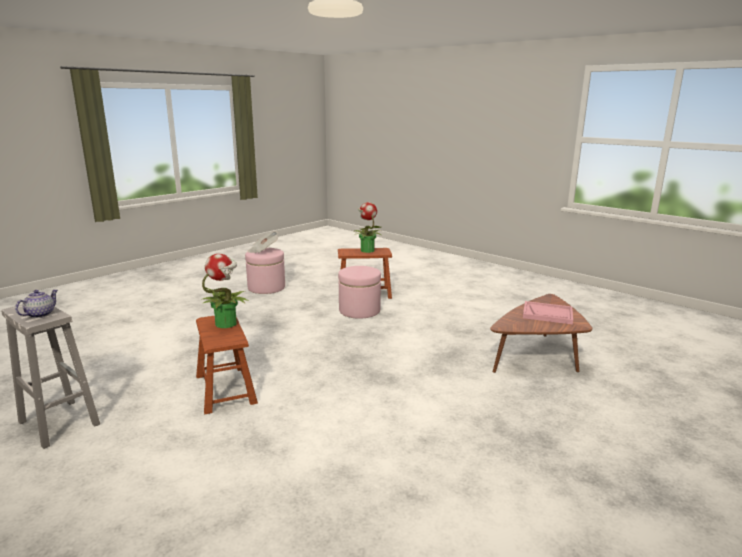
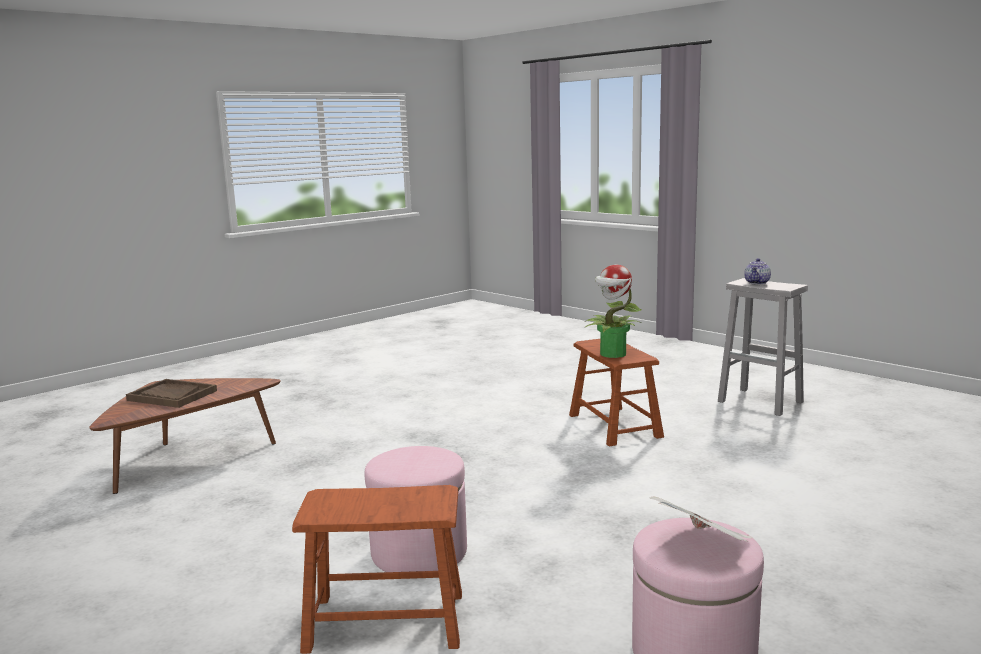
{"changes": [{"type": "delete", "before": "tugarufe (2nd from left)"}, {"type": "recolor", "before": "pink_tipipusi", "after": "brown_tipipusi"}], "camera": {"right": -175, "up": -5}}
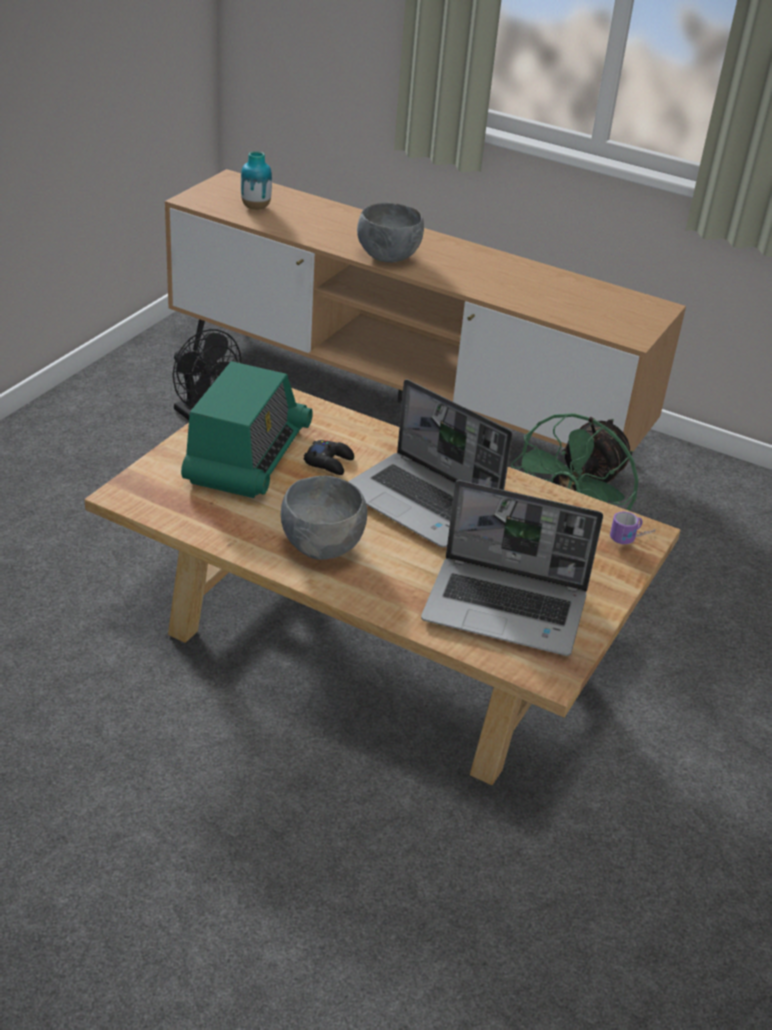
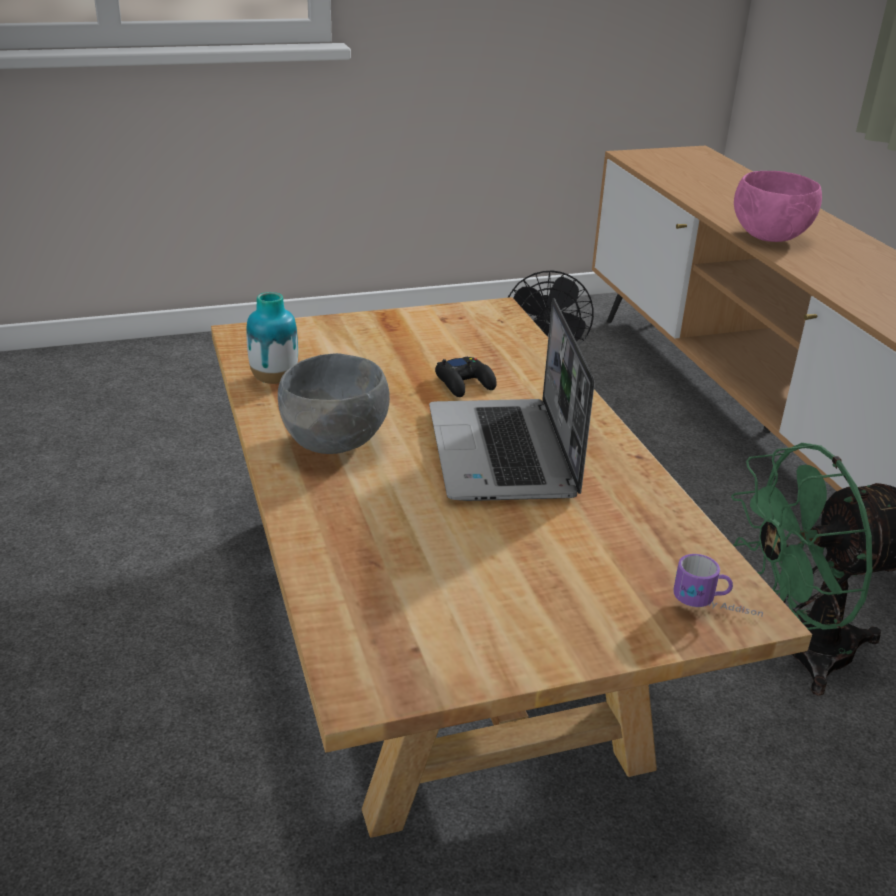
{"changes": [{"type": "delete", "before": "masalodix"}, {"type": "delete", "before": "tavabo (2nd from left)"}, {"type": "move", "before": "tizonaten"}, {"type": "recolor", "before": "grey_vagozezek (2nd from left)", "after": "pink_vagozezek"}], "camera": {"right": 45, "up": -5}}
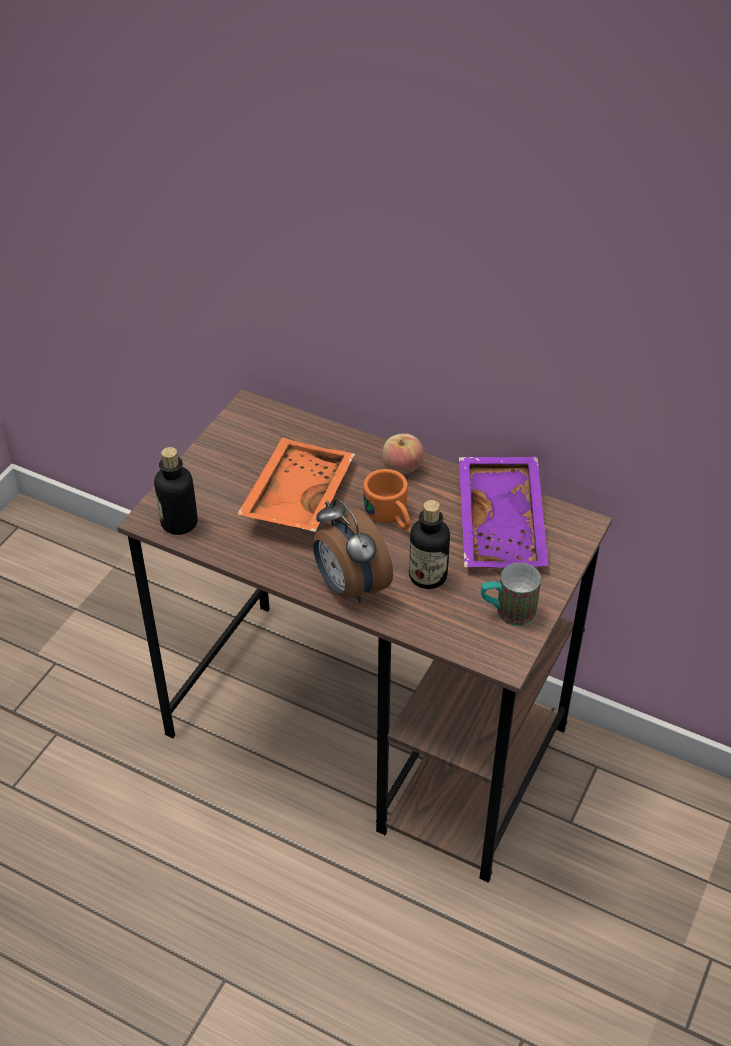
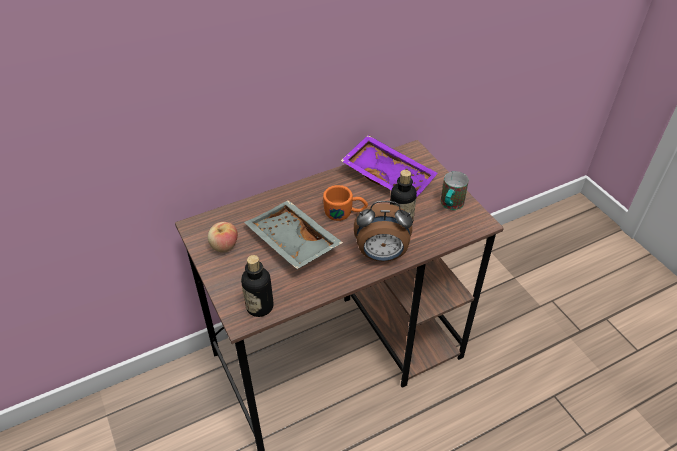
{"changes": [{"type": "move", "before": "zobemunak"}, {"type": "recolor", "before": "orange_tipipusi", "after": "grey_tipipusi"}], "camera": {"right": -55, "up": 0}}
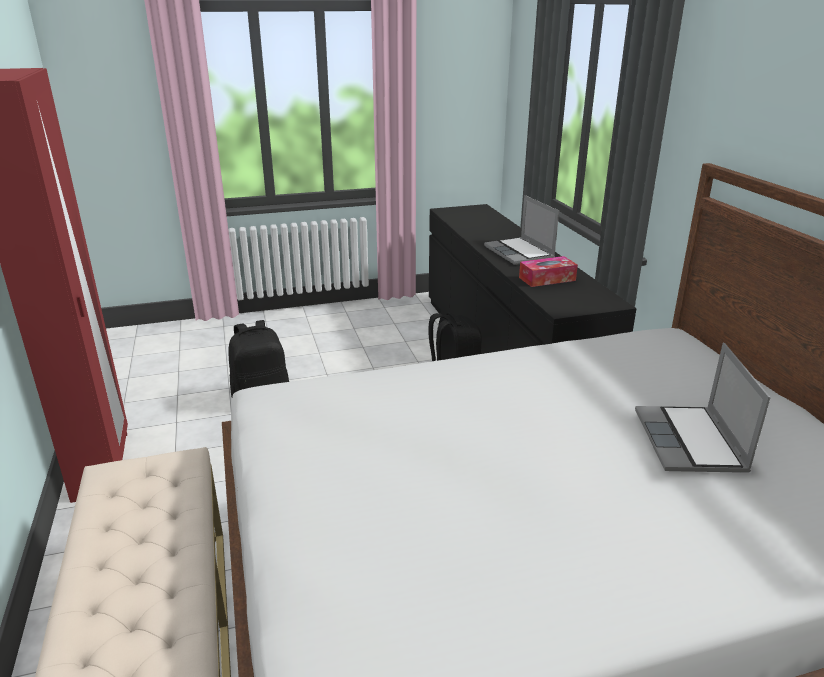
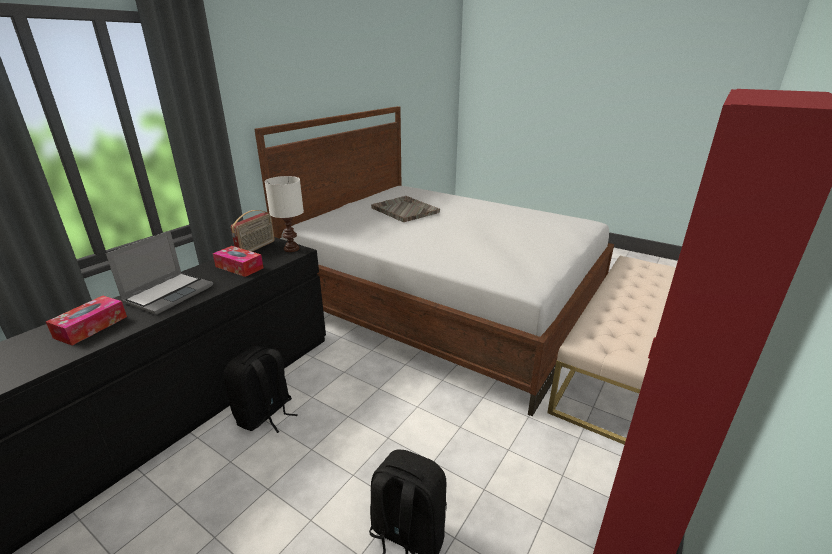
{"changes": [{"type": "insert", "after": "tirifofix (1st from left)"}, {"type": "insert", "after": "masalodix"}, {"type": "insert", "after": "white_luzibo"}, {"type": "replace", "before": "tavabo (2nd from left)", "after": "grey_tipipusi"}], "camera": {"right": -130, "up": 0}}
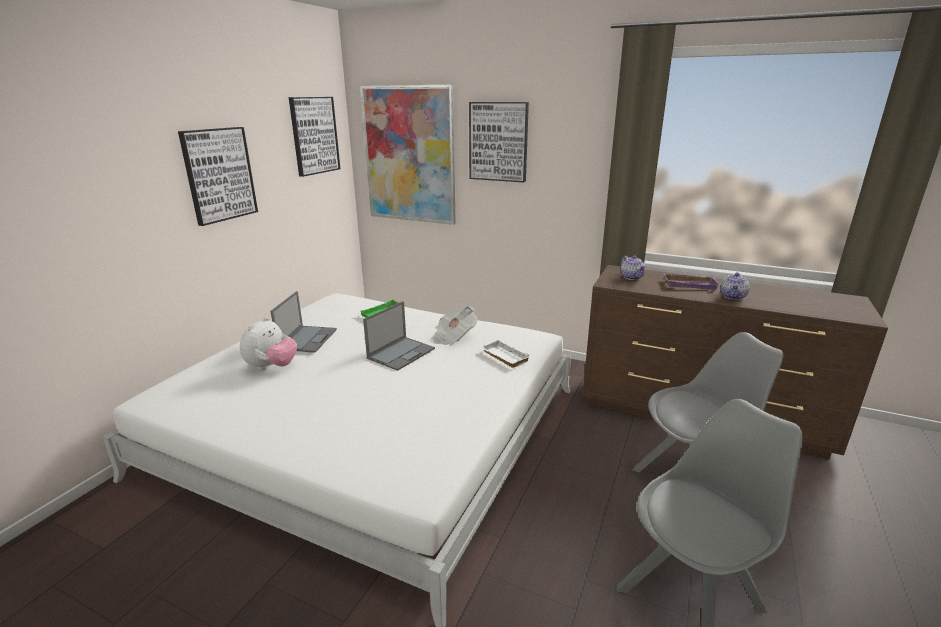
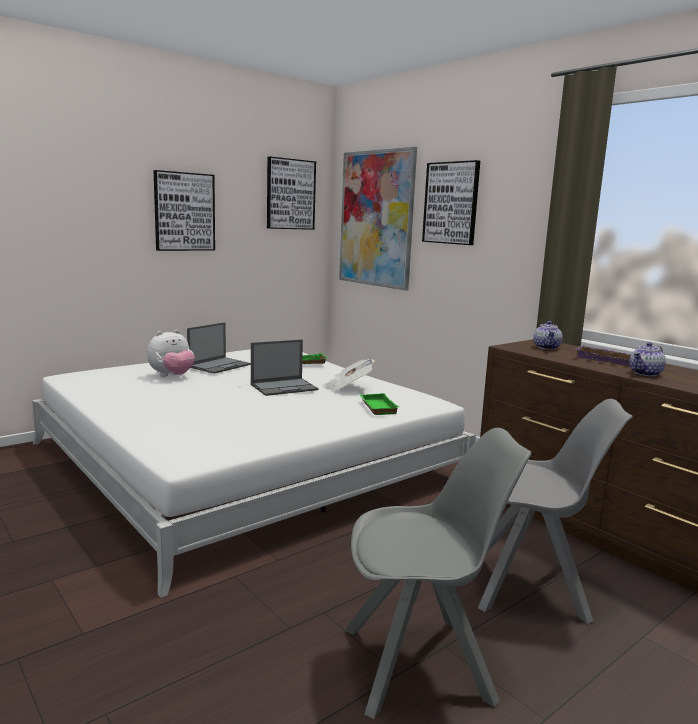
{"changes": [{"type": "recolor", "before": "white_tipipusi", "after": "green_tipipusi (2nd from left)"}], "camera": {"right": 25, "up": -10}}
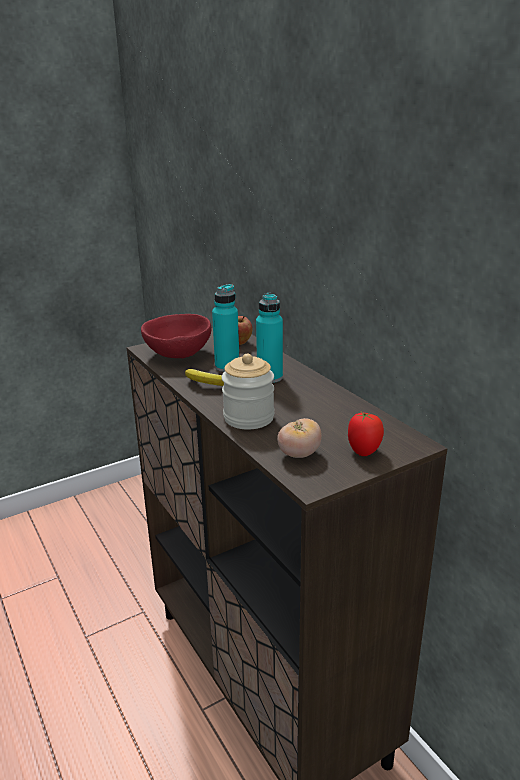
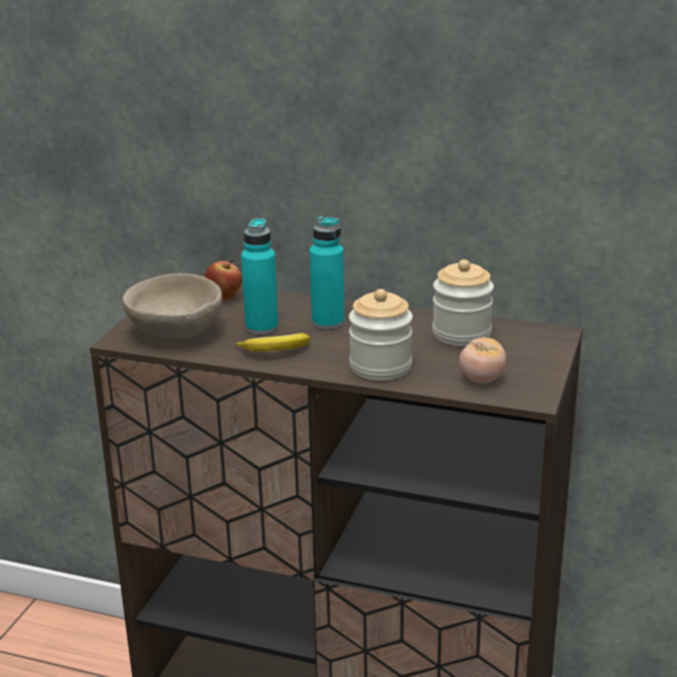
{"changes": [{"type": "delete", "before": "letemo (2nd from left)"}, {"type": "insert", "after": "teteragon (2nd from left)"}, {"type": "recolor", "before": "red_vagozezek", "after": "beige_vagozezek"}], "camera": {"right": -40, "up": 0}}
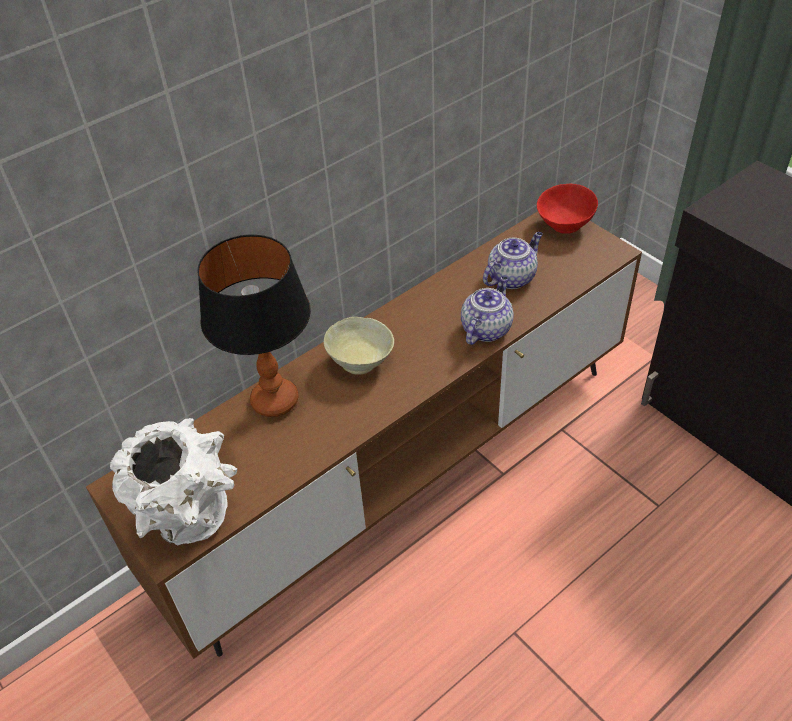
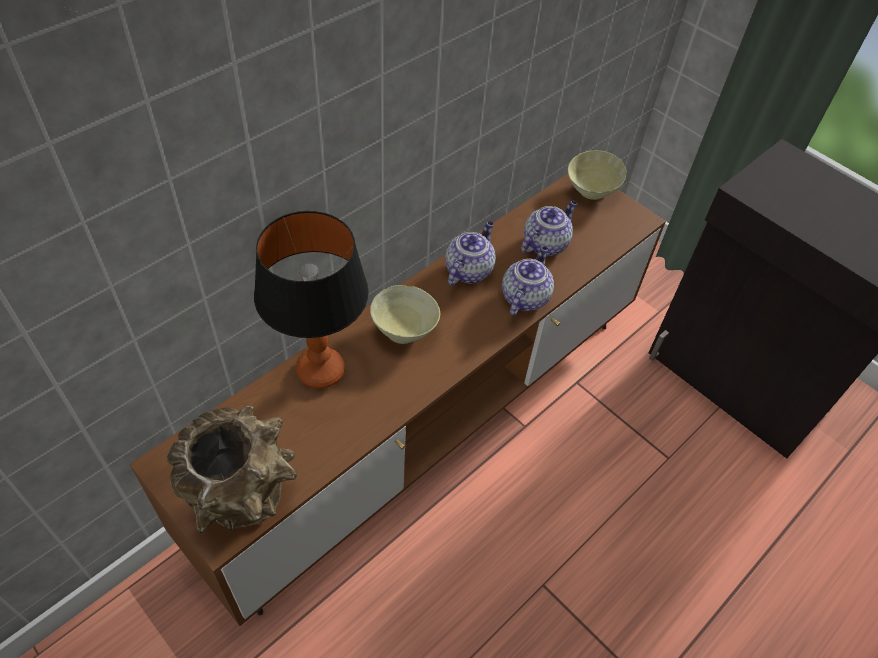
{"changes": [{"type": "insert", "after": "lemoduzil (1st from left)"}, {"type": "recolor", "before": "white_tizonaten", "after": "brown_tizonaten"}, {"type": "recolor", "before": "red_vagozezek", "after": "beige_vagozezek (2nd from left)"}], "camera": {"right": -10, "up": 5}}
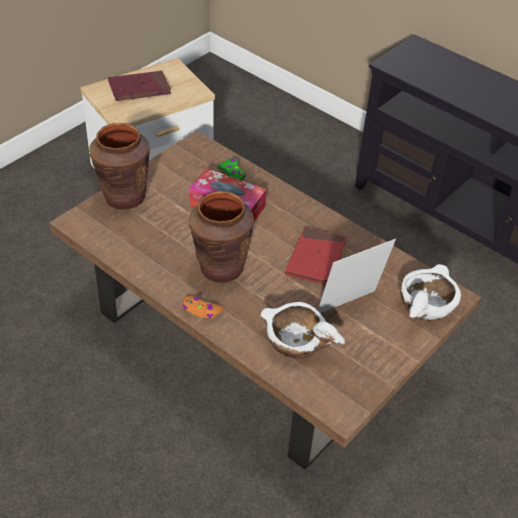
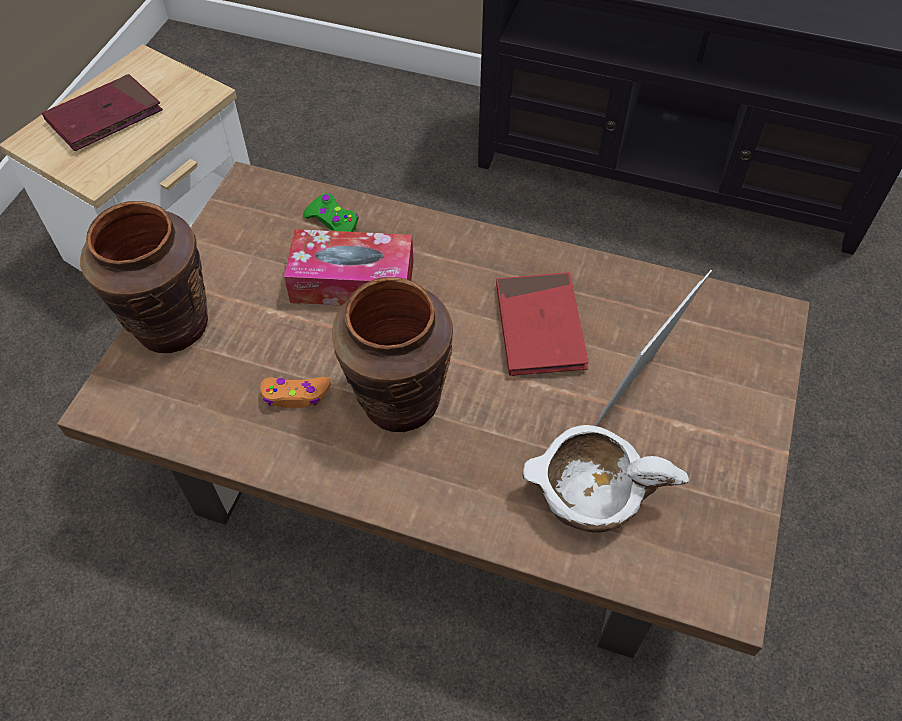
{"changes": [{"type": "delete", "before": "white_vagozezek (2nd from left)"}, {"type": "move", "before": "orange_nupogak"}], "camera": {"right": -20, "up": 10}}
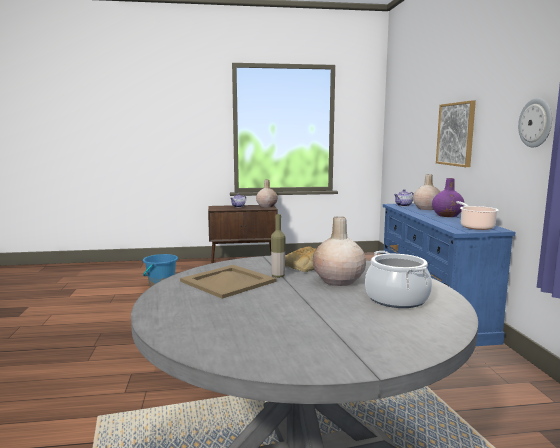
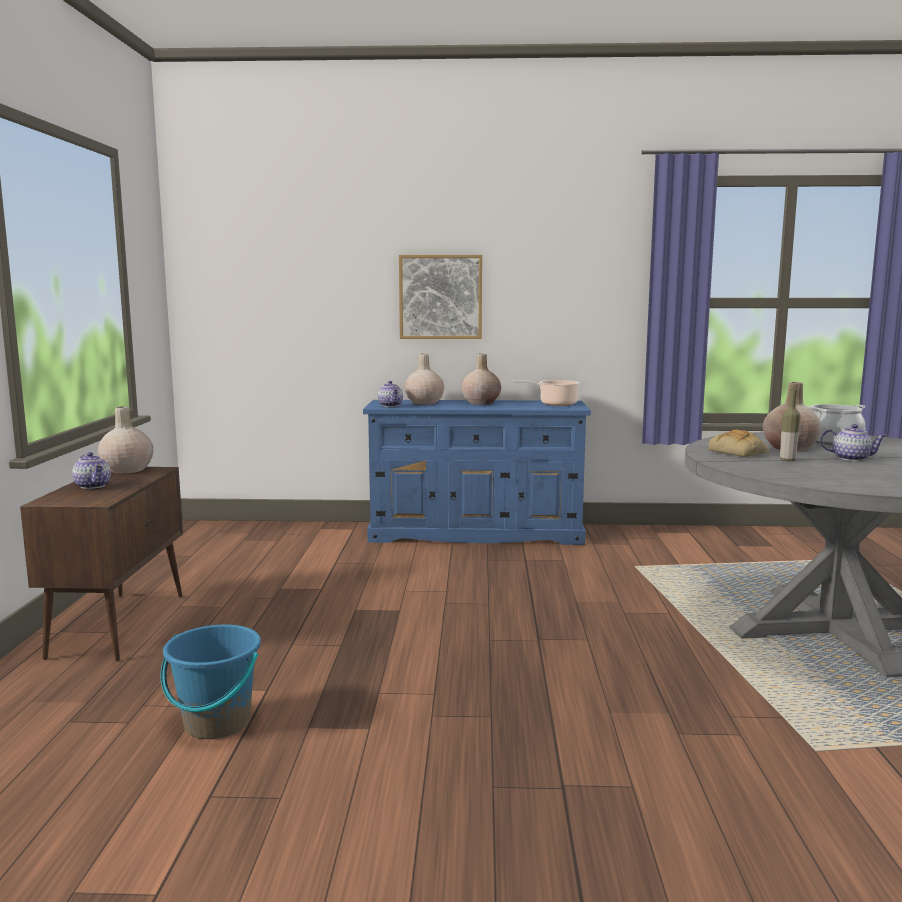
{"changes": [{"type": "delete", "before": "beige_tipipusi"}, {"type": "delete", "before": "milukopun"}, {"type": "insert", "after": "lemoduzil (3rd from left)"}, {"type": "recolor", "before": "purple_tizonaten", "after": "beige_tizonaten (3rd from left)"}], "camera": {"right": -80, "up": 0}}
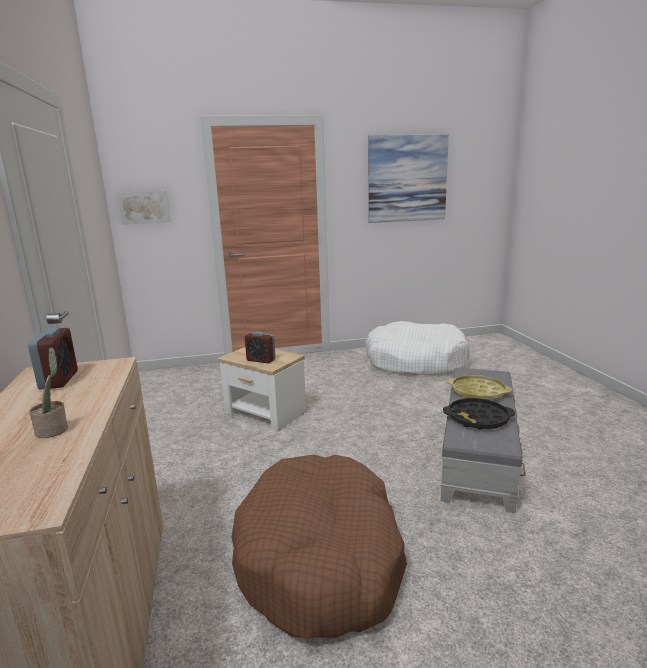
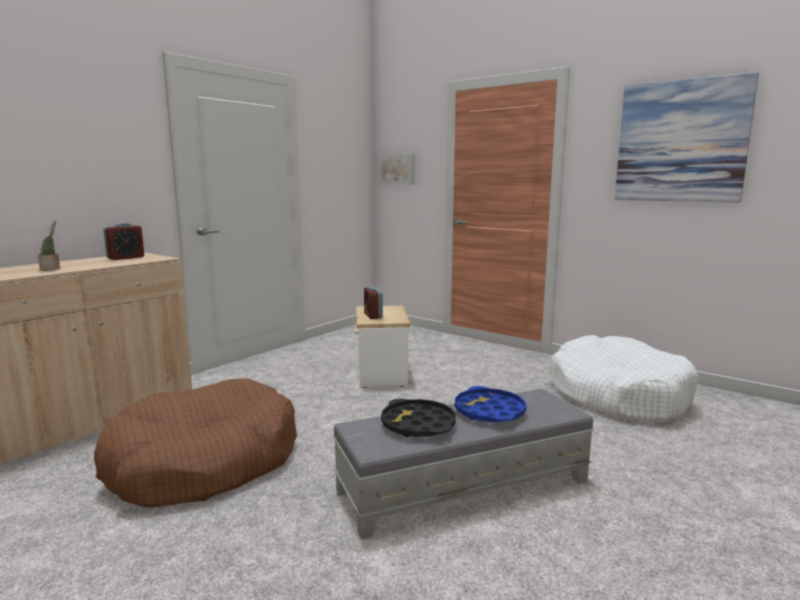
{"changes": [{"type": "recolor", "before": "yellow_tipipusi", "after": "blue_tipipusi"}], "camera": {"right": 50, "up": -5}}
